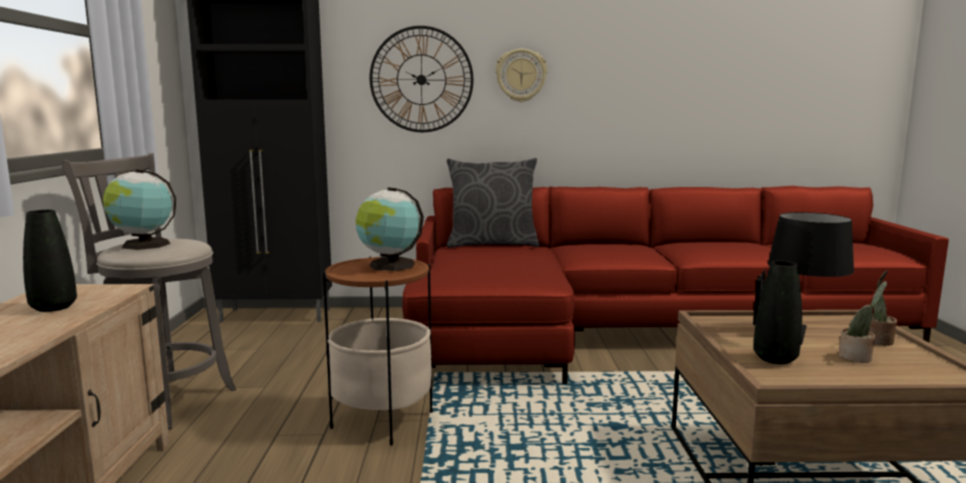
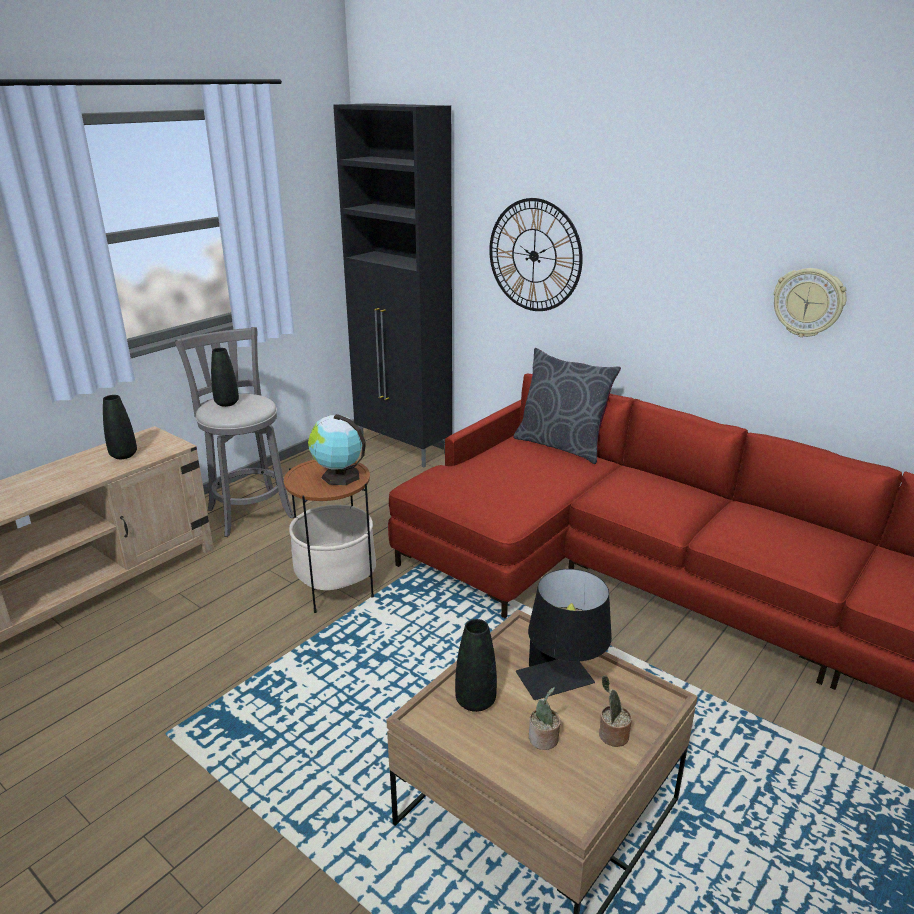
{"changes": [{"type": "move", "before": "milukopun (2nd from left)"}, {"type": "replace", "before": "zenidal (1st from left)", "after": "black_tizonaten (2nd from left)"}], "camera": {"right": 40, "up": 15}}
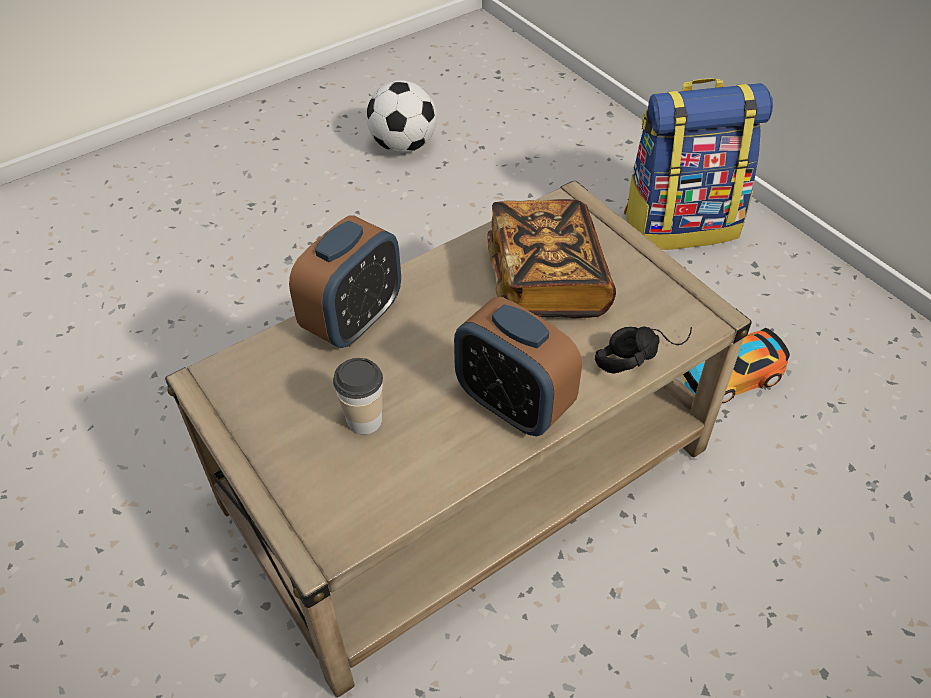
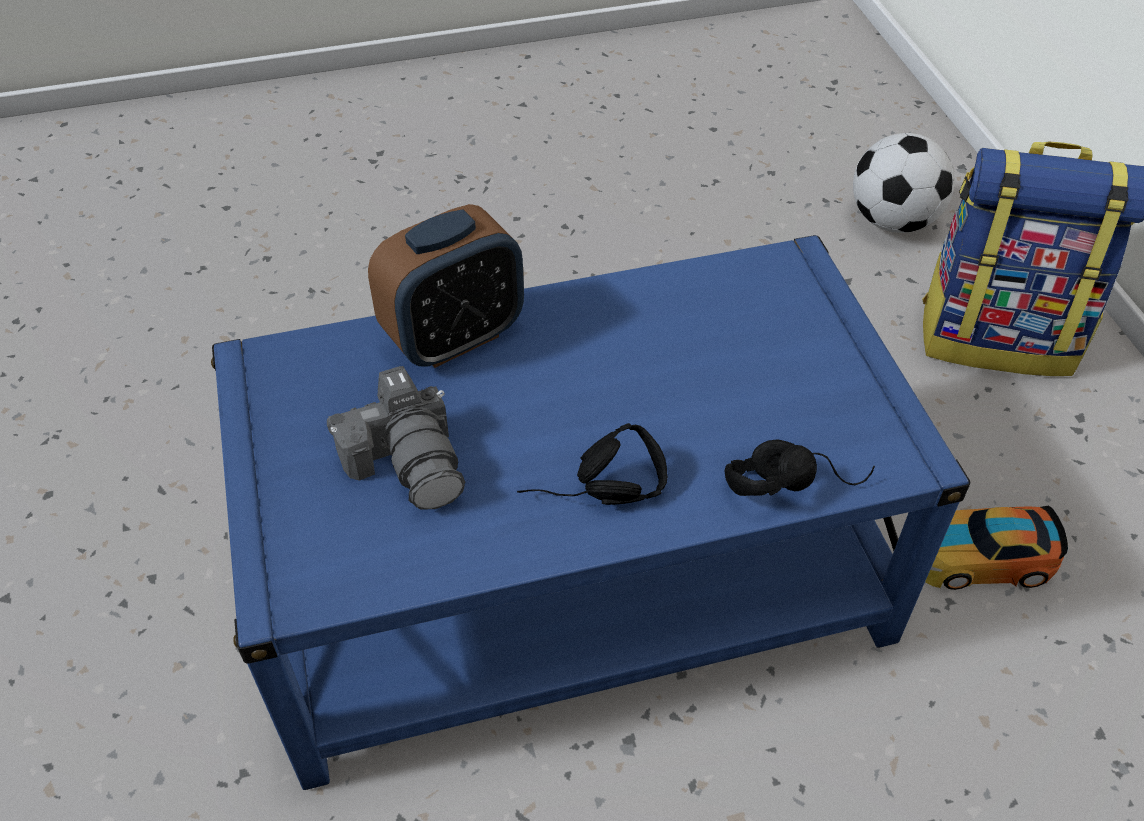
{"changes": [{"type": "delete", "before": "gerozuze"}, {"type": "move", "before": "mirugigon"}, {"type": "replace", "before": "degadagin", "after": "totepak"}, {"type": "replace", "before": "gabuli (2nd from left)", "after": "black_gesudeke (1st from left)"}, {"type": "recolor", "before": "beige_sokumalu", "after": "blue_sokumalu"}], "camera": {"right": 20, "up": 0}}
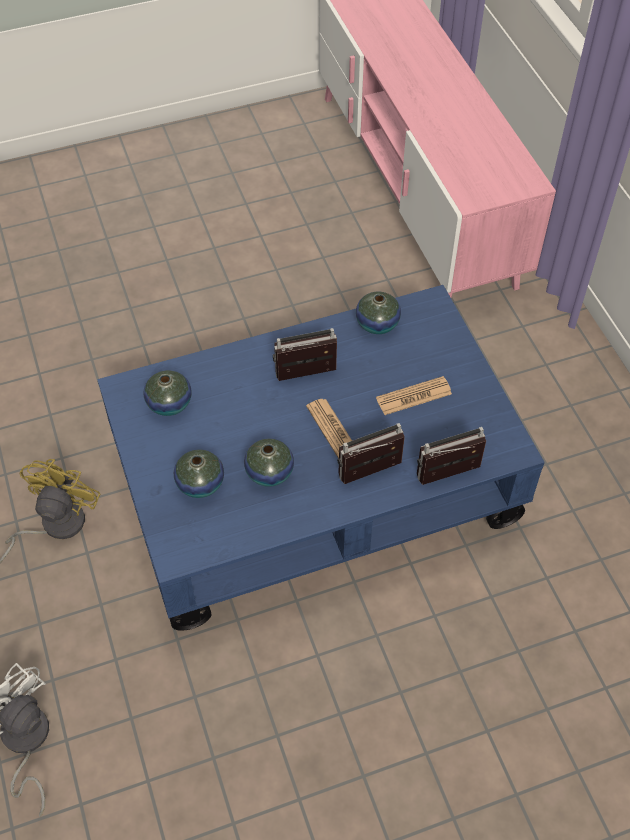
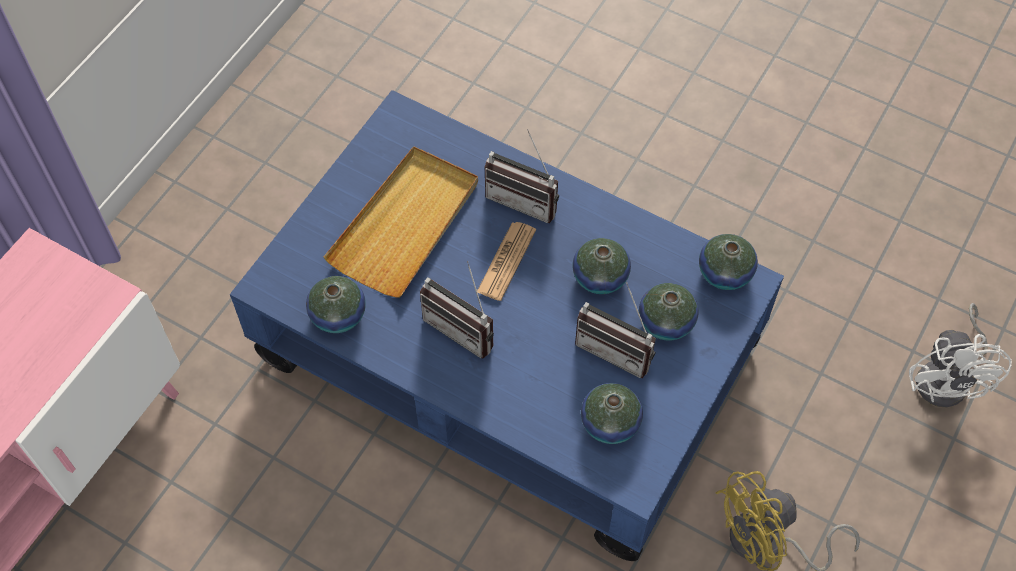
{"changes": [{"type": "insert", "after": "tizonaten (5th from left)"}, {"type": "move", "before": "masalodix (3rd from left)"}, {"type": "replace", "before": "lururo (2nd from left)", "after": "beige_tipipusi"}], "camera": {"right": -130, "up": 5}}
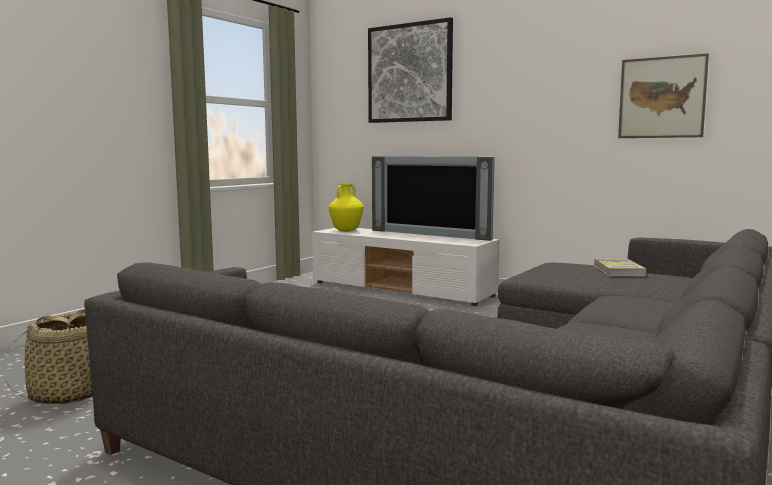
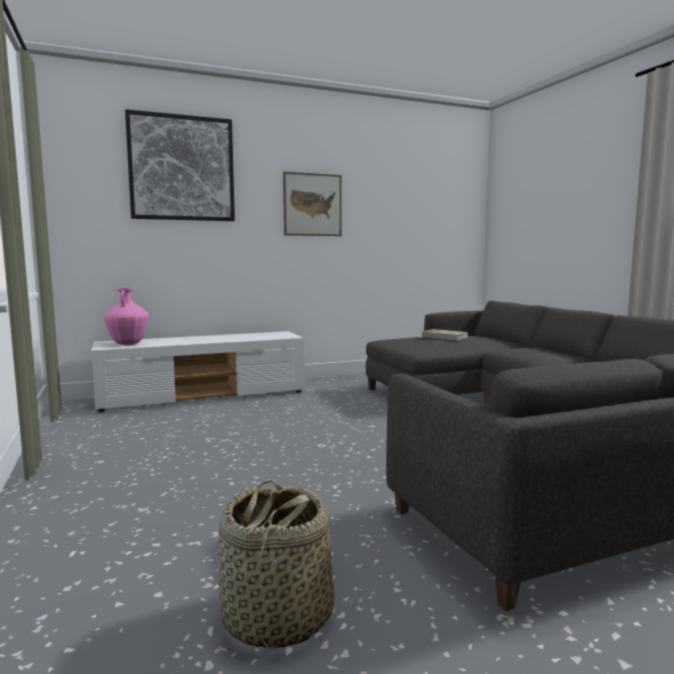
{"changes": [{"type": "delete", "before": "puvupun"}, {"type": "move", "before": "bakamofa (2nd from left)"}, {"type": "recolor", "before": "yellow_tizonaten", "after": "pink_tizonaten"}], "camera": {"right": -55, "up": 0}}
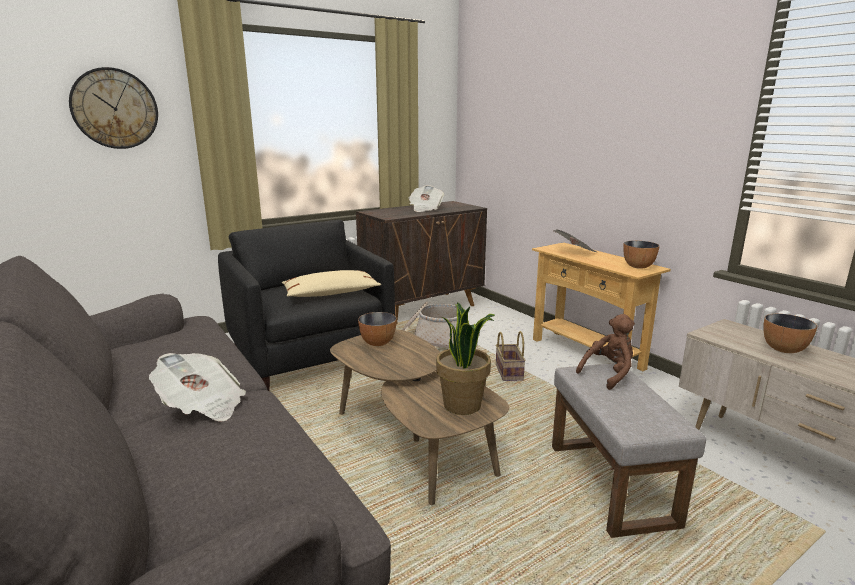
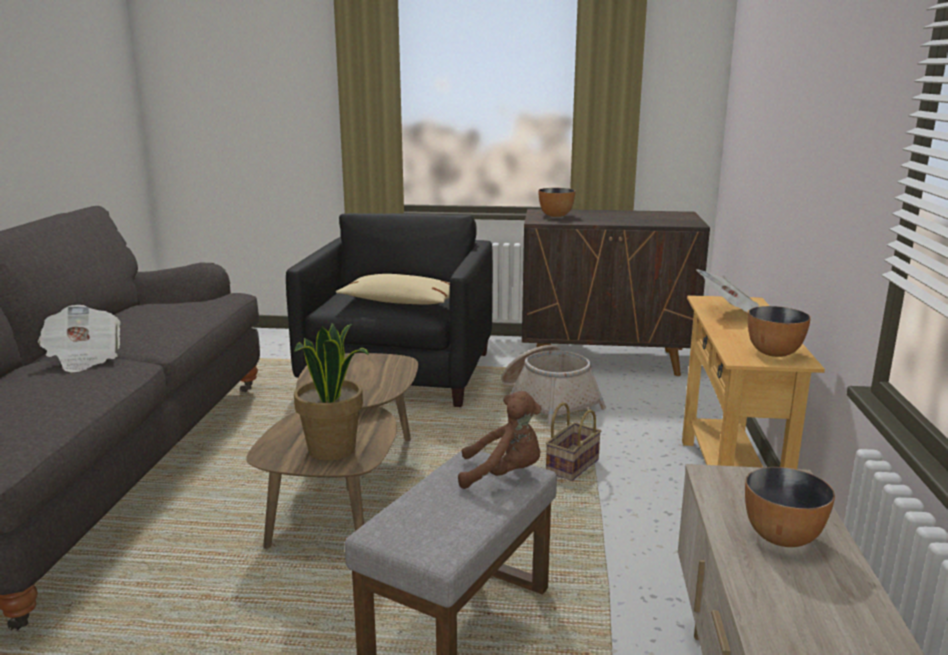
{"changes": [{"type": "delete", "before": "milukopun"}, {"type": "delete", "before": "lururo (2nd from left)"}, {"type": "move", "before": "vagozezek (1st from left)"}], "camera": {"right": 40, "up": 0}}
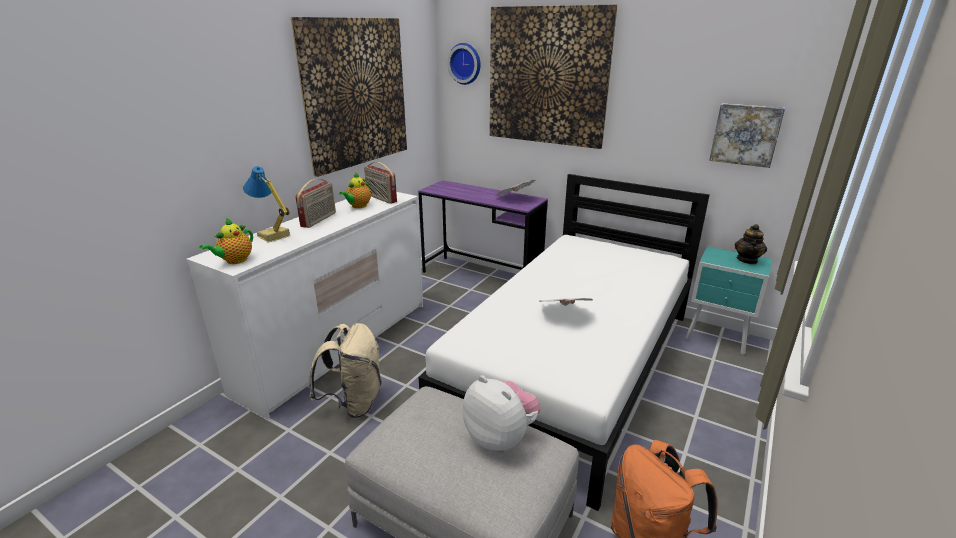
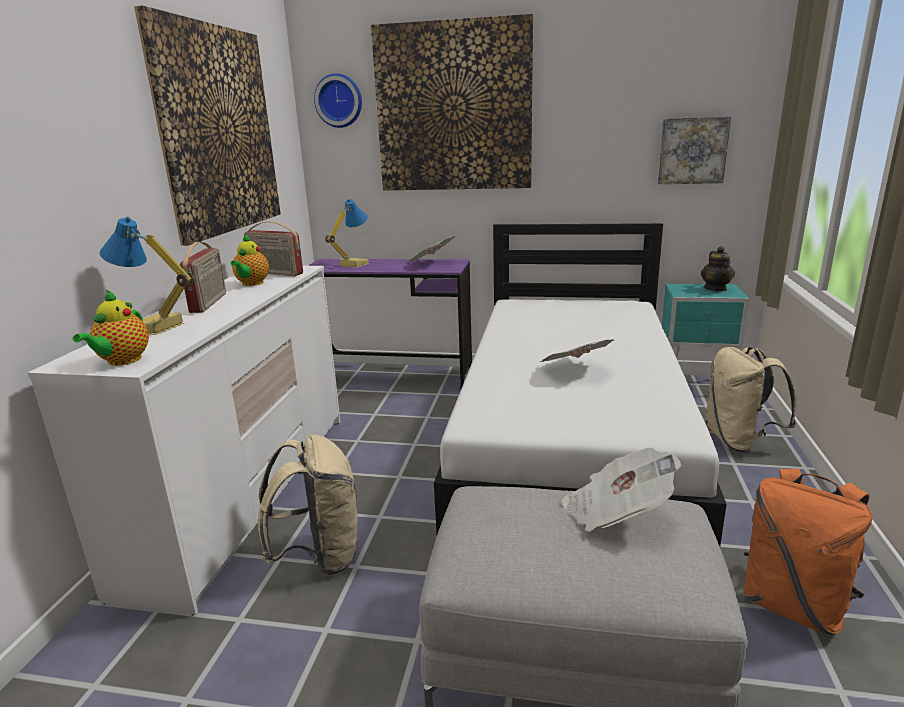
{"changes": [{"type": "insert", "after": "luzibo (2nd from left)"}, {"type": "insert", "after": "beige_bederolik (2nd from left)"}, {"type": "replace", "before": "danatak", "after": "lururo (3rd from left)"}], "camera": {"right": -20, "up": -5}}
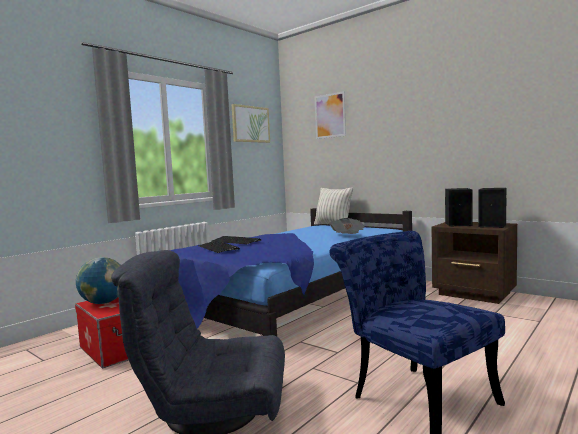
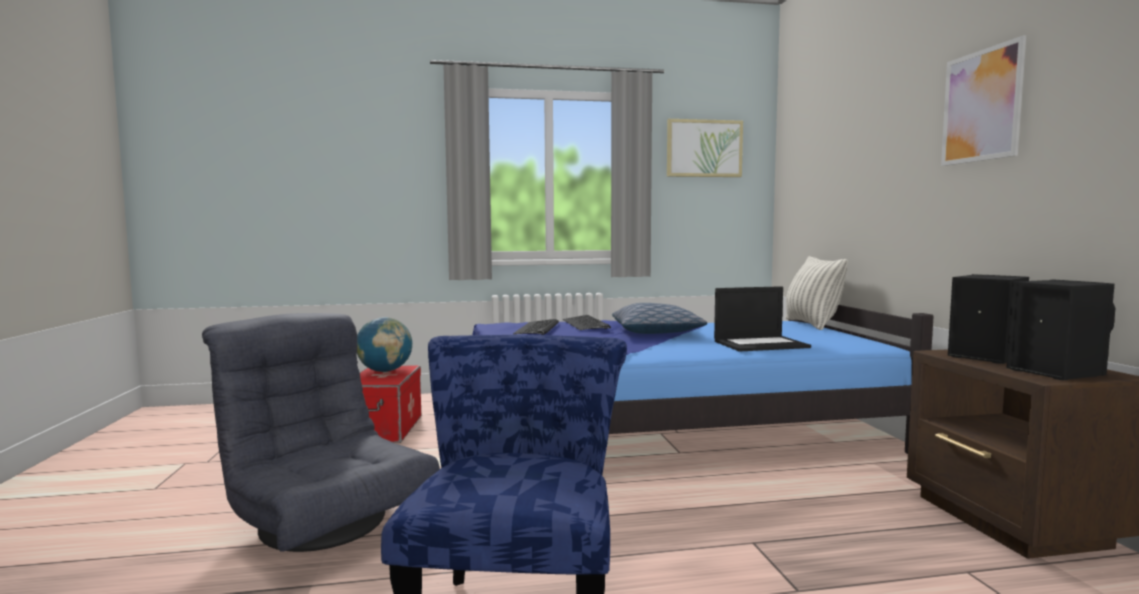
{"changes": [{"type": "insert", "after": "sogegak (1st from left)"}, {"type": "move", "before": "bakamofa (2nd from left)"}, {"type": "replace", "before": "lururo", "after": "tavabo"}], "camera": {"right": 40, "up": 0}}
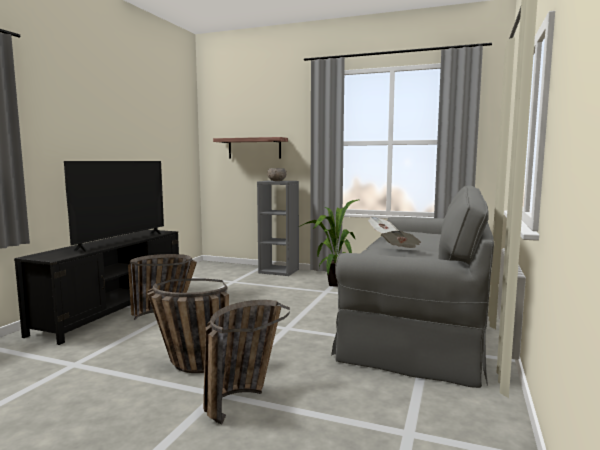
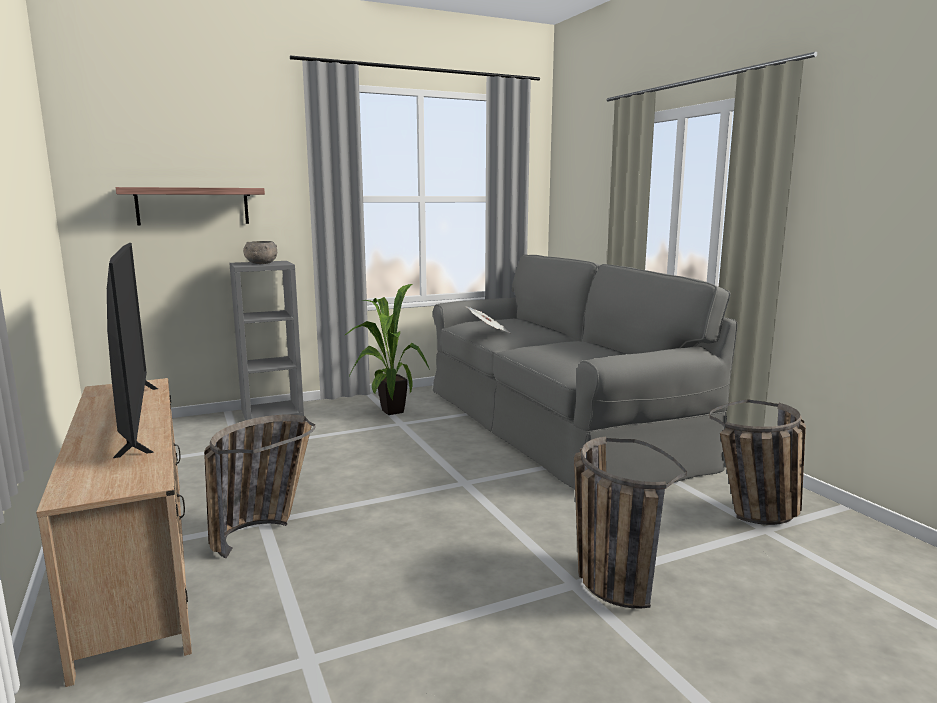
{"changes": [{"type": "delete", "before": "lururo (2nd from left)"}, {"type": "move", "before": "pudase (2nd from left in the first image)", "after": "pudase (3rd from left)"}, {"type": "recolor", "before": "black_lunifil", "after": "beige_lunifil"}], "camera": {"right": -45, "up": 5}}
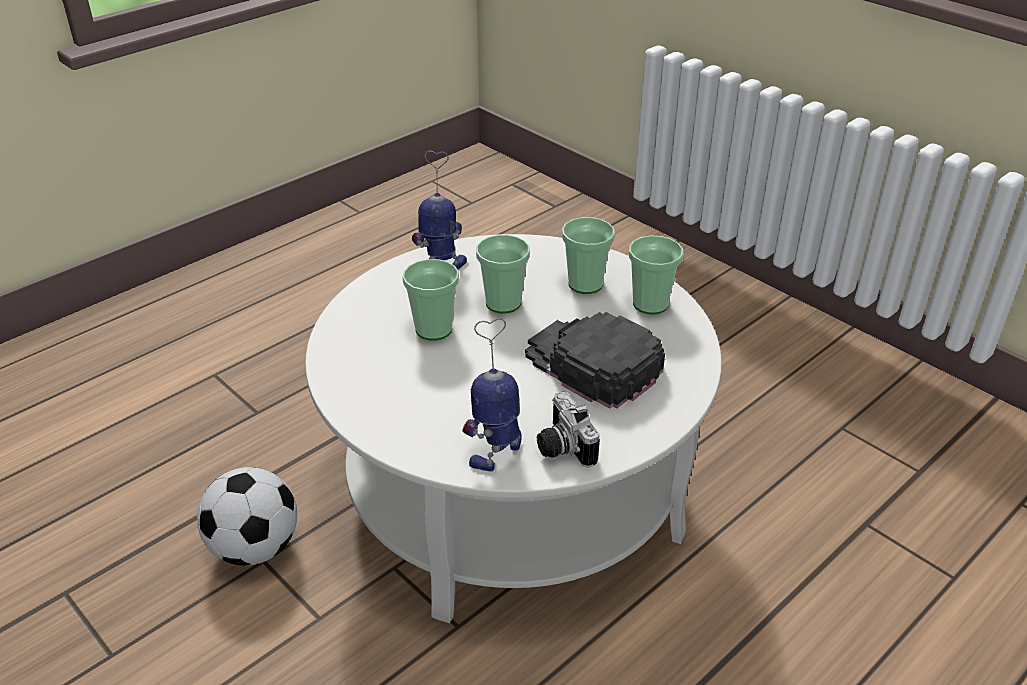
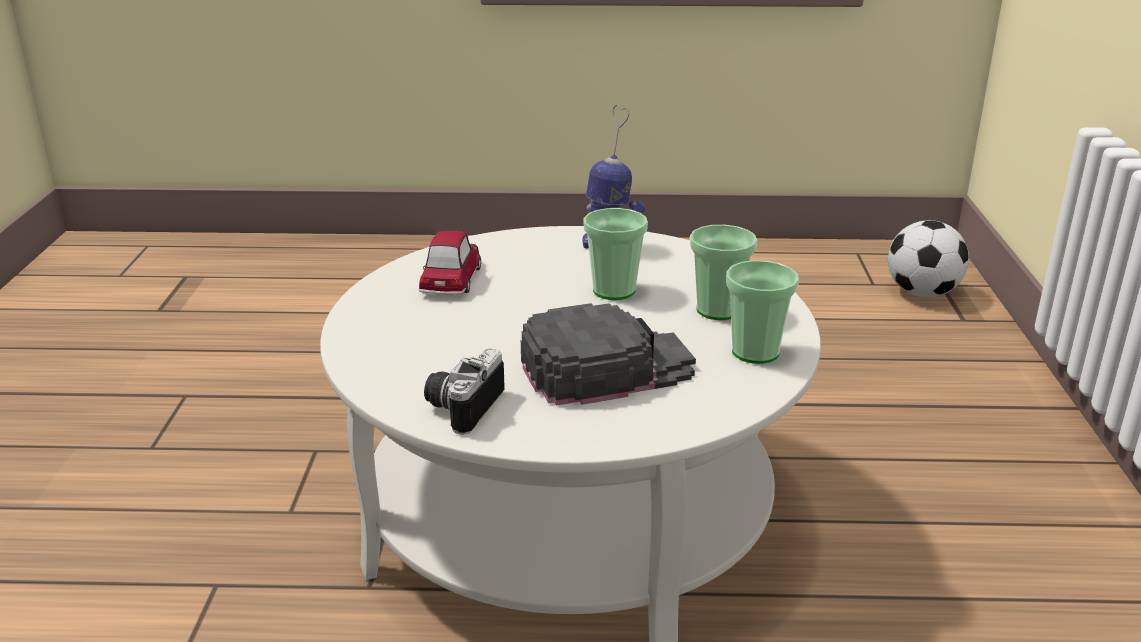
{"changes": [{"type": "delete", "before": "degadagin (1st from left)"}, {"type": "delete", "before": "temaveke (2nd from left)"}, {"type": "insert", "after": "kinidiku"}, {"type": "move", "before": "mirugigon"}, {"type": "rotate", "before": "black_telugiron", "turn": 75}], "camera": {"right": 45, "up": -10}}
